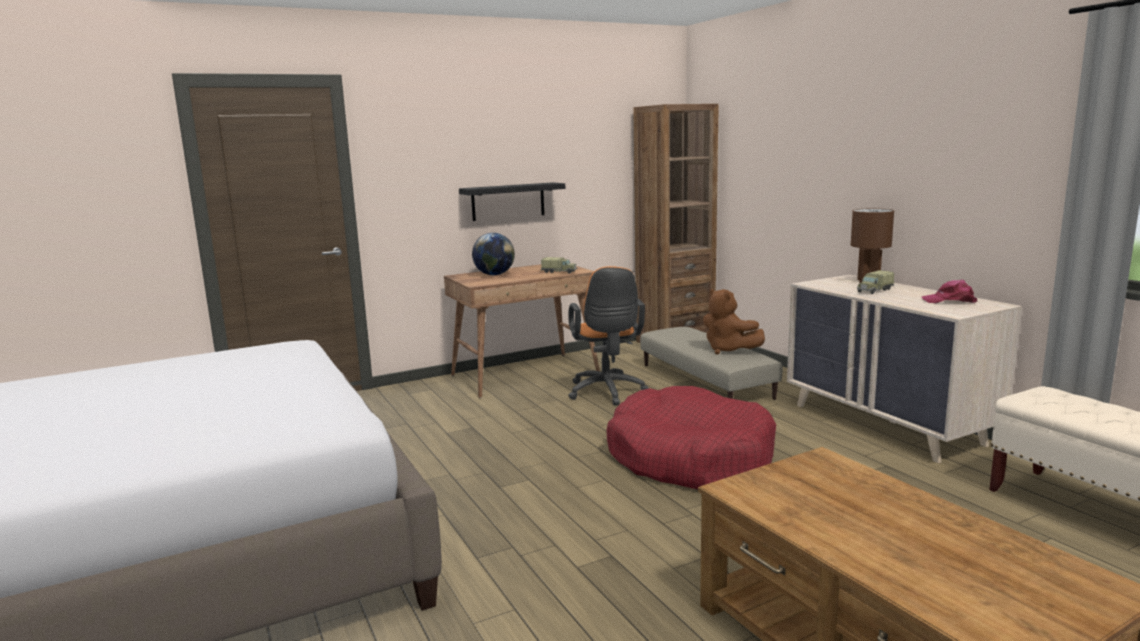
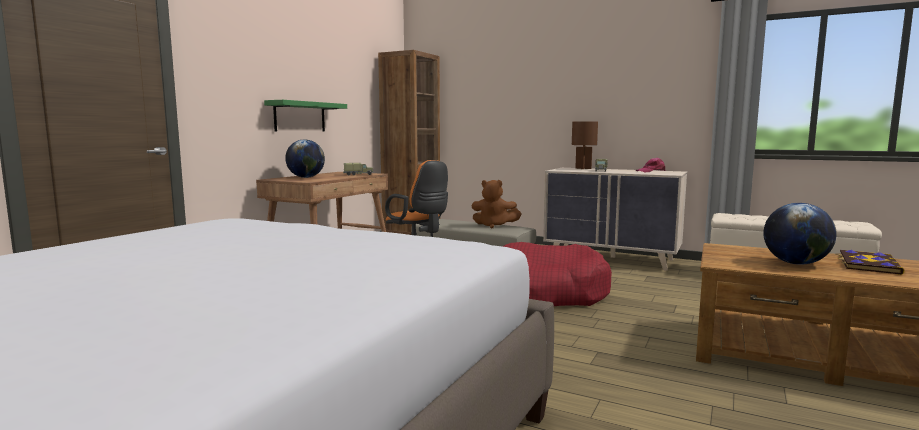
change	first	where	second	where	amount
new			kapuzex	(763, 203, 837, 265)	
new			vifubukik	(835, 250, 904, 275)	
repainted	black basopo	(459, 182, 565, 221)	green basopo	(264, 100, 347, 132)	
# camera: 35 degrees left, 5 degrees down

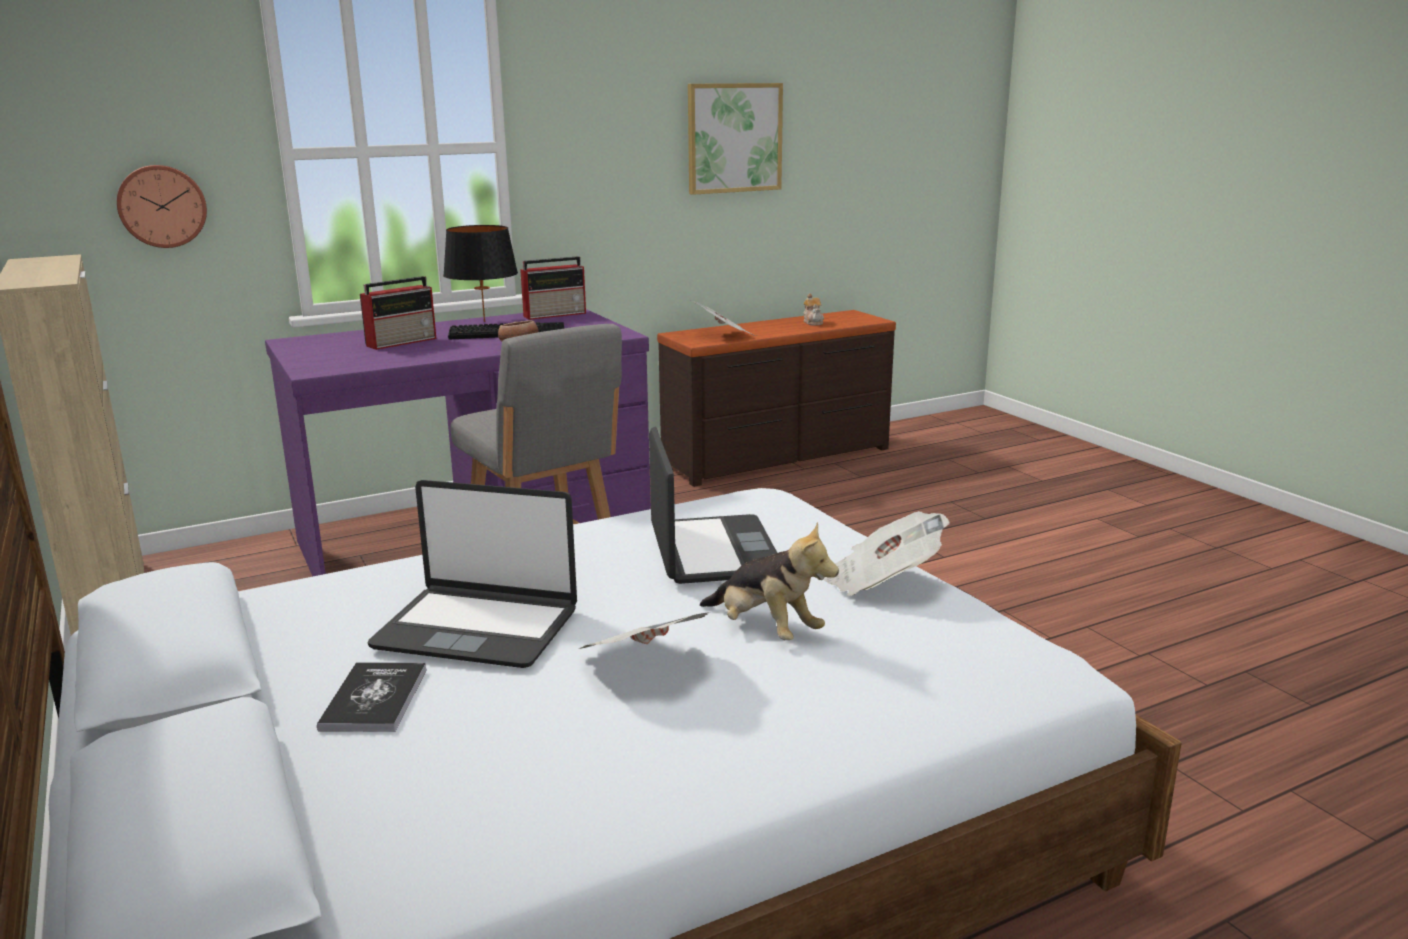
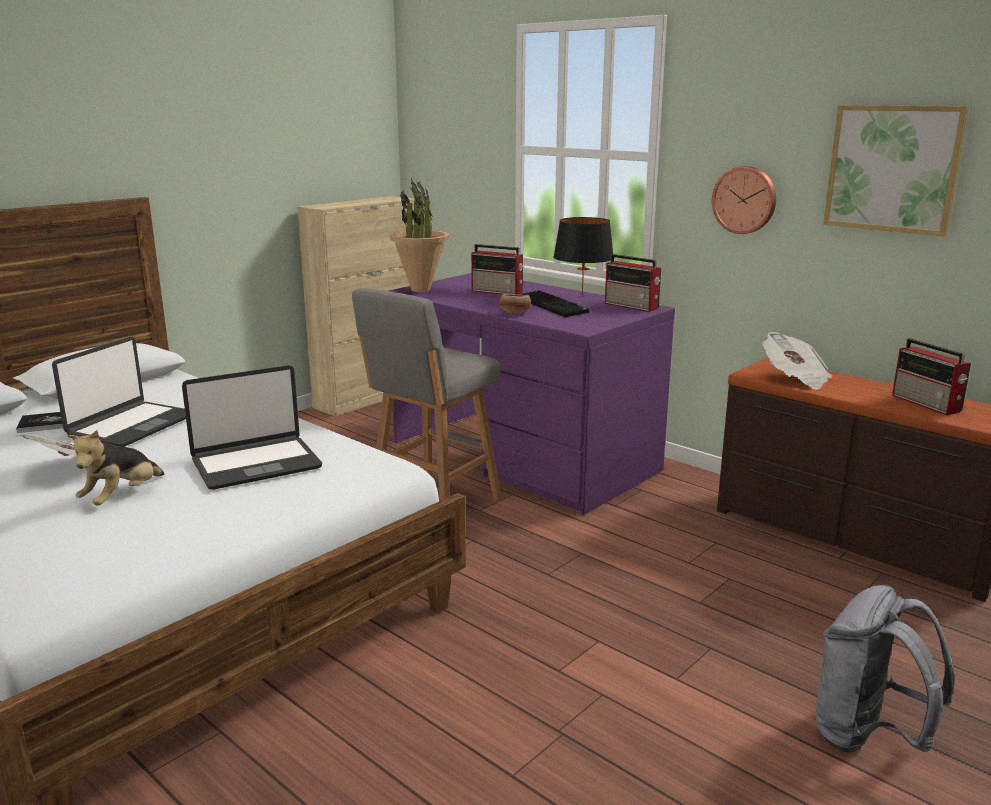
change	first	where	second	where	amount
gone	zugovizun	(824, 511, 950, 596)			
new			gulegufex	(389, 178, 449, 292)	
new			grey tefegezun	(815, 585, 955, 753)	
shifted	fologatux	(117, 165, 207, 248)		(712, 166, 776, 234)	
swapped	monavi	(804, 293, 824, 326)	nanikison	(892, 338, 971, 415)	
rotated	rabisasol	(368, 480, 577, 668)		(52, 337, 186, 447)	150 degrees counterclockwise
# camera: 70 degrees right, 0 degrees up

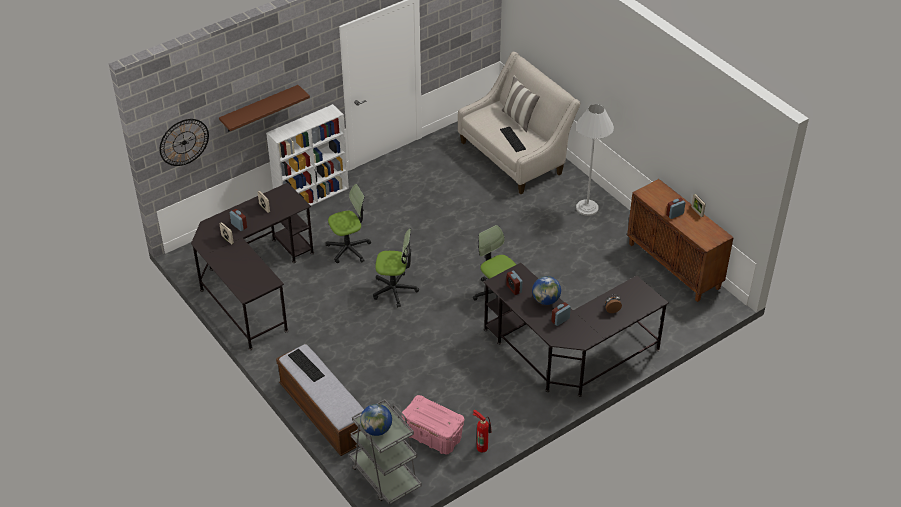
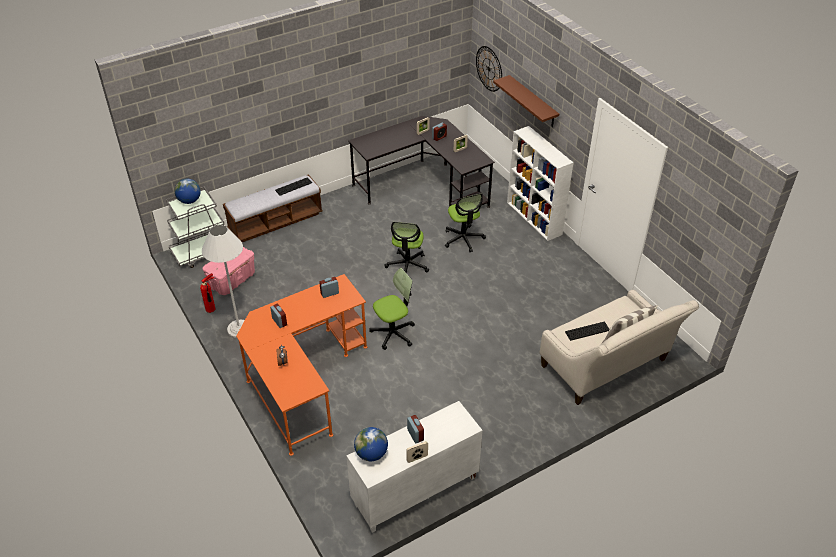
change	first	where	second	where	amount
shifted	kapuzex	(532, 276, 561, 305)		(354, 427, 388, 461)	
shifted	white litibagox	(576, 104, 614, 216)		(202, 225, 245, 338)	
repainted	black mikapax	(484, 263, 669, 397)	orange mikapax	(236, 274, 367, 456)	
repainted	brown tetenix	(627, 179, 734, 302)	white tetenix	(346, 401, 483, 533)	
# camera: 95 degrees right, 0 degrees up

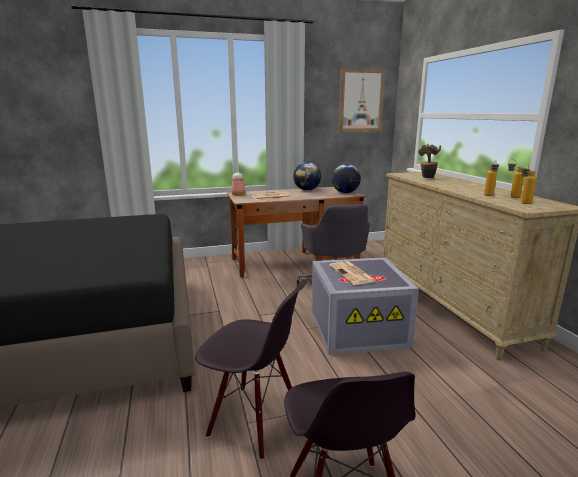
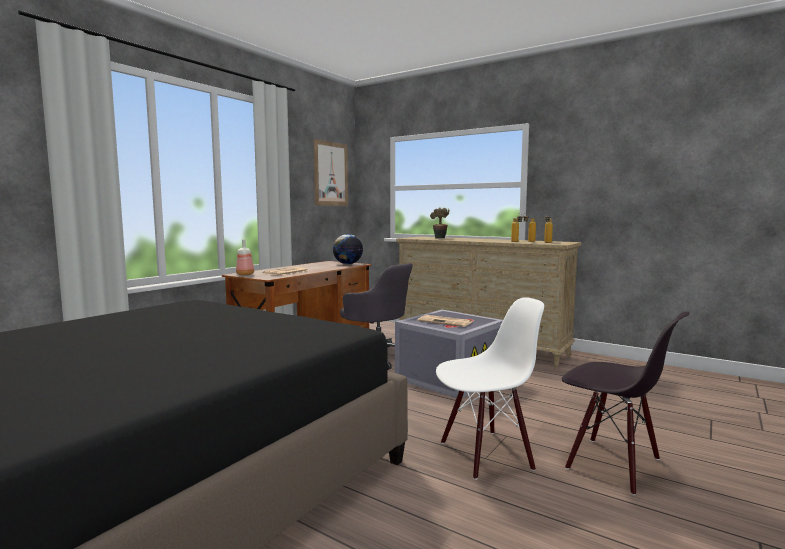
change	first	where	second	where	amount
gone	kapuzex	(293, 162, 321, 191)			
repainted	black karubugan	(195, 279, 307, 460)	white karubugan	(436, 297, 544, 480)	
# camera: 40 degrees left, 10 degrees down

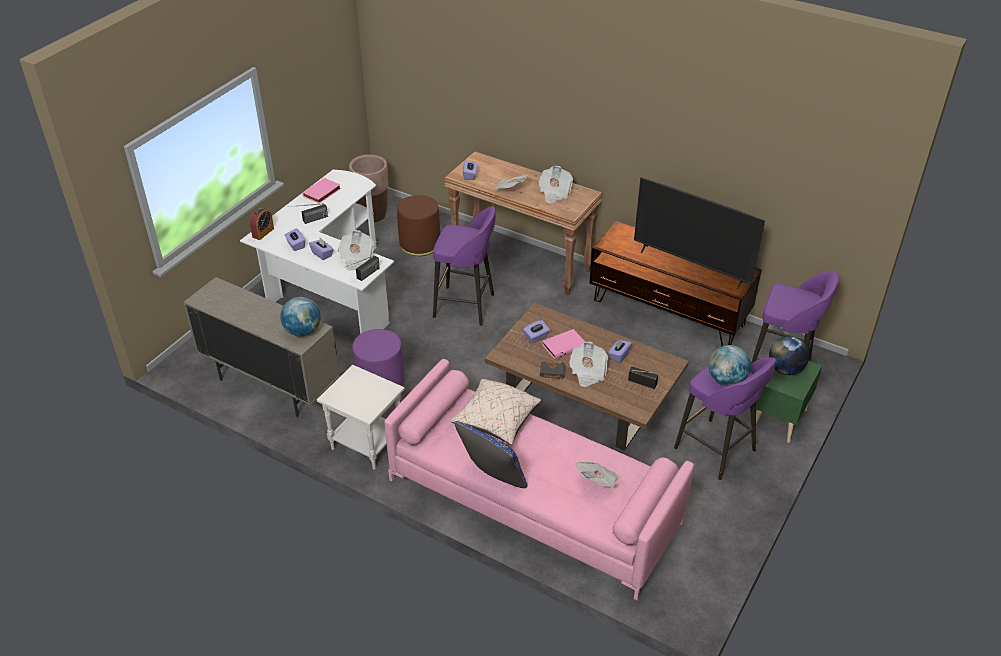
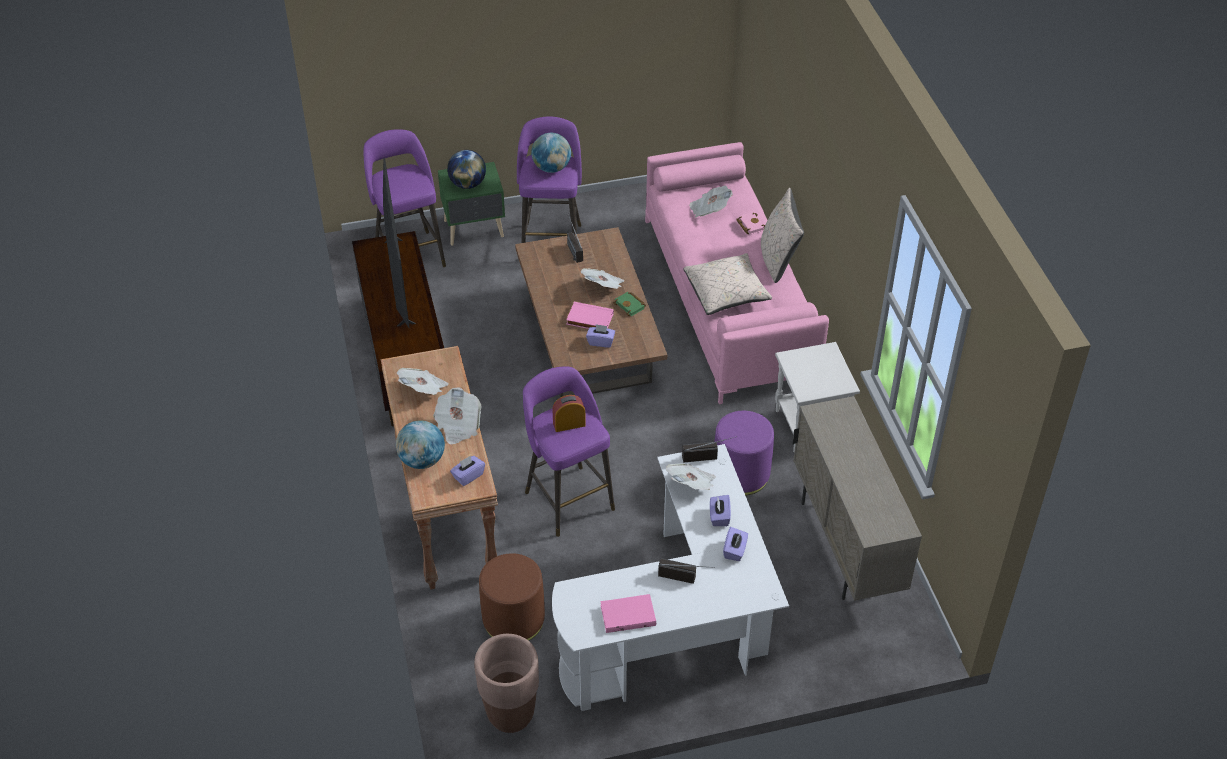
change	first	where	second	where	amount
gone	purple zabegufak	(608, 339, 632, 363)			
new			pink vifubukik	(736, 212, 765, 234)	
shifted	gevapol	(250, 207, 274, 240)		(552, 395, 586, 432)	
shifted	kapuzex	(280, 297, 321, 336)		(396, 420, 445, 469)	
repainted	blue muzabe	(455, 421, 527, 488)	beige muzabe	(761, 188, 804, 283)	
repainted	black vifubukik	(540, 362, 565, 379)	green vifubukik	(613, 292, 646, 316)	
# camera: 135 degrees left, 5 degrees up

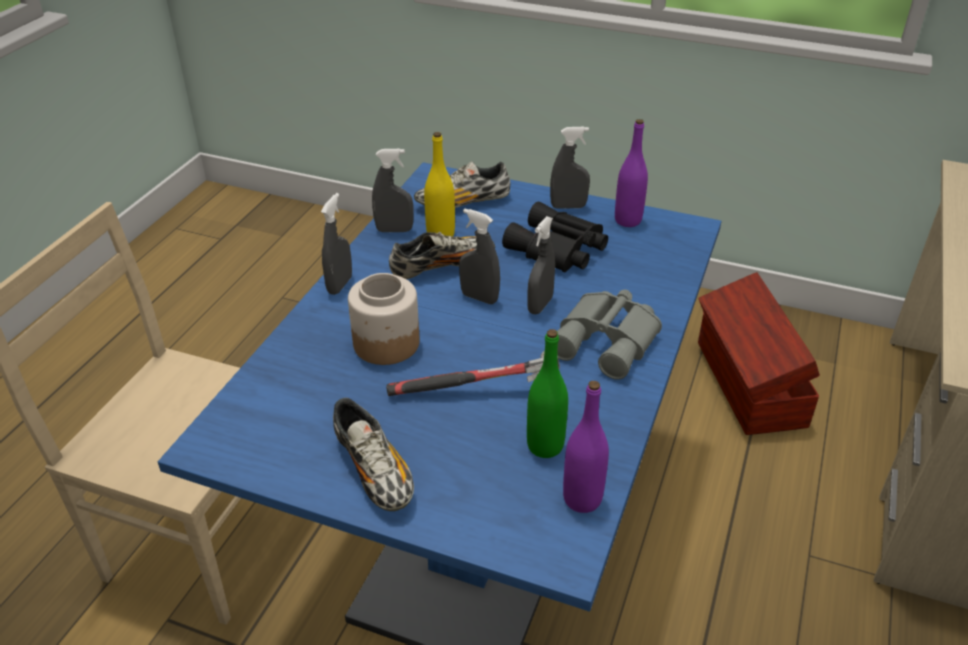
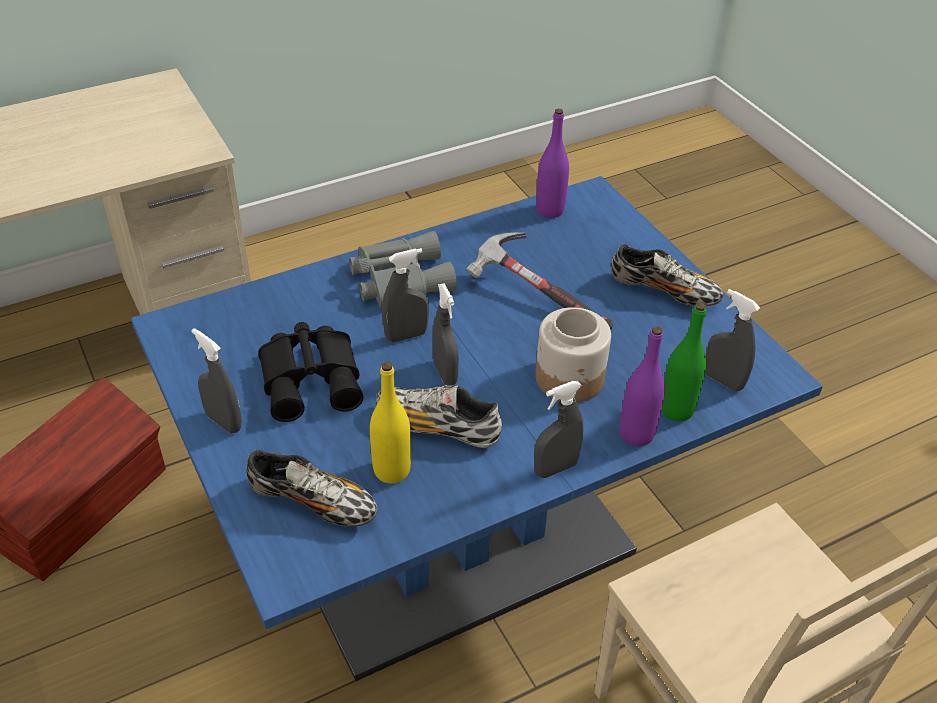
change	first	where	second	where	amount
shifted	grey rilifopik	(372, 149, 414, 232)		(705, 289, 760, 391)	
shifted	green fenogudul	(527, 329, 568, 458)		(661, 302, 706, 421)	
shifted	purple fenogudul	(615, 119, 648, 227)		(620, 326, 665, 446)	
rotated	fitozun	(333, 398, 414, 511)		(611, 244, 724, 306)	105 degrees clockwise
# camera: 140 degrees left, 5 degrees up

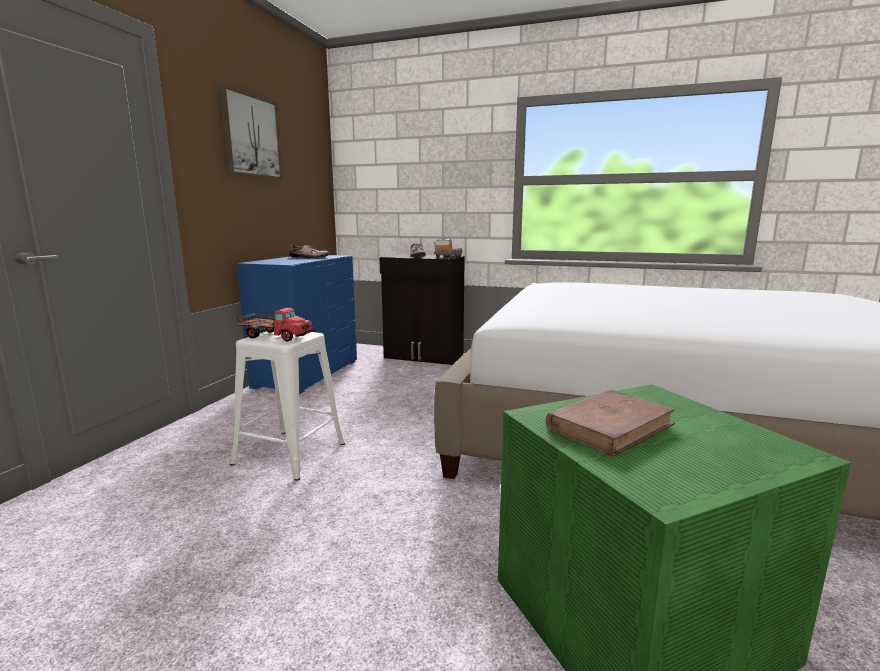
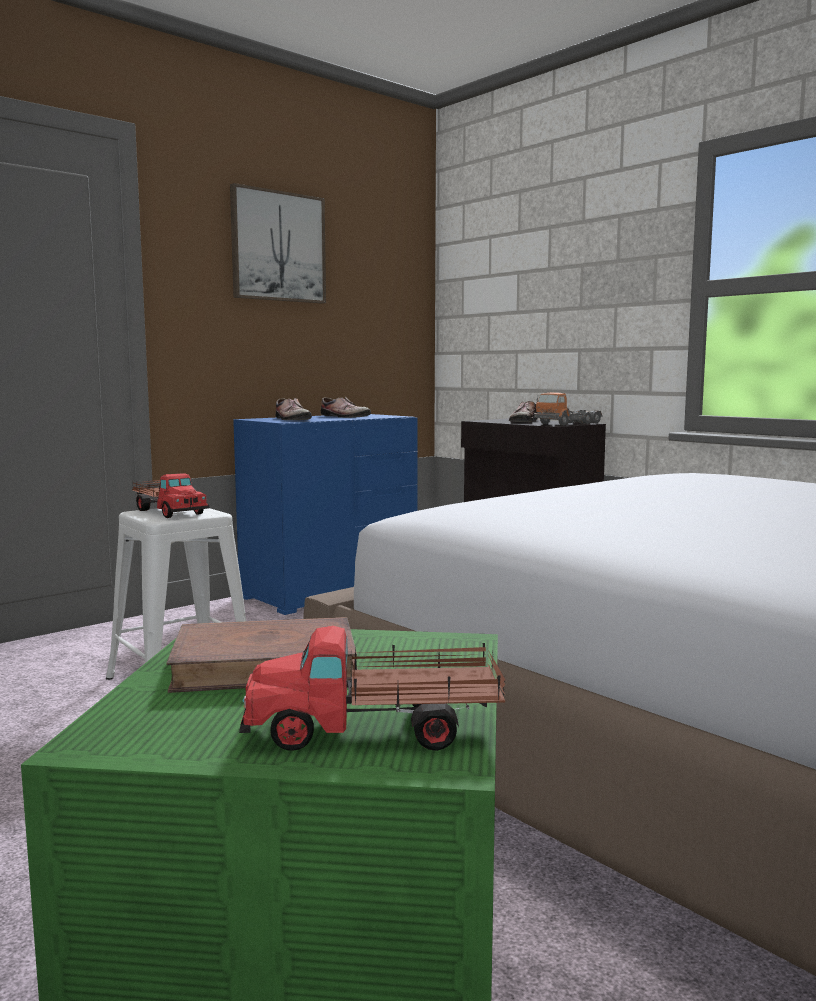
change	first	where	second	where	amount
new			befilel	(239, 626, 506, 751)	
new			fitozun	(275, 398, 312, 420)	
# camera: 30 degrees right, 5 degrees down

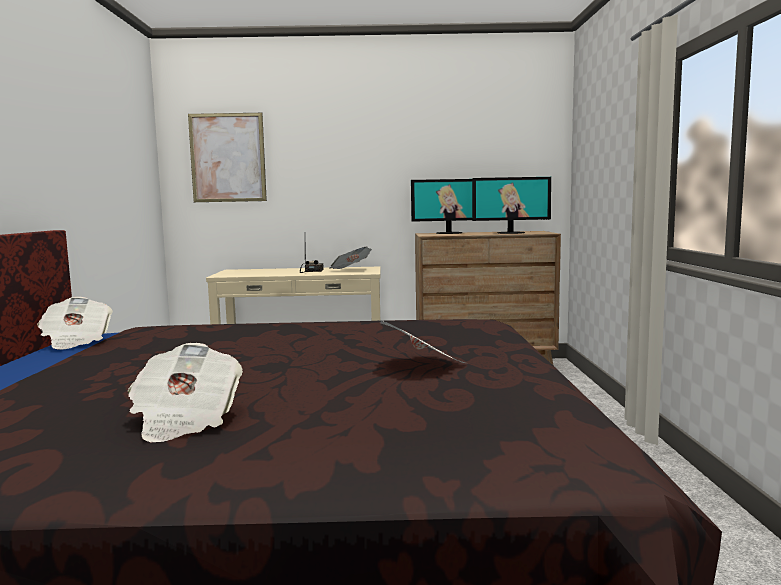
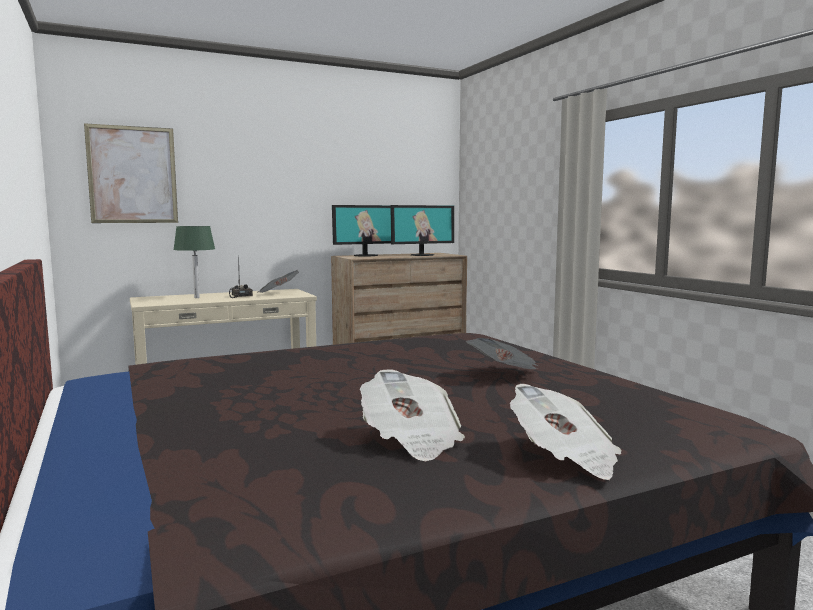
change	first	where	second	where	amount
new			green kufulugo	(173, 226, 215, 298)	
shifted	zugovizun	(37, 297, 113, 350)		(510, 384, 622, 480)	
# camera: 25 degrees left, 0 degrees up

